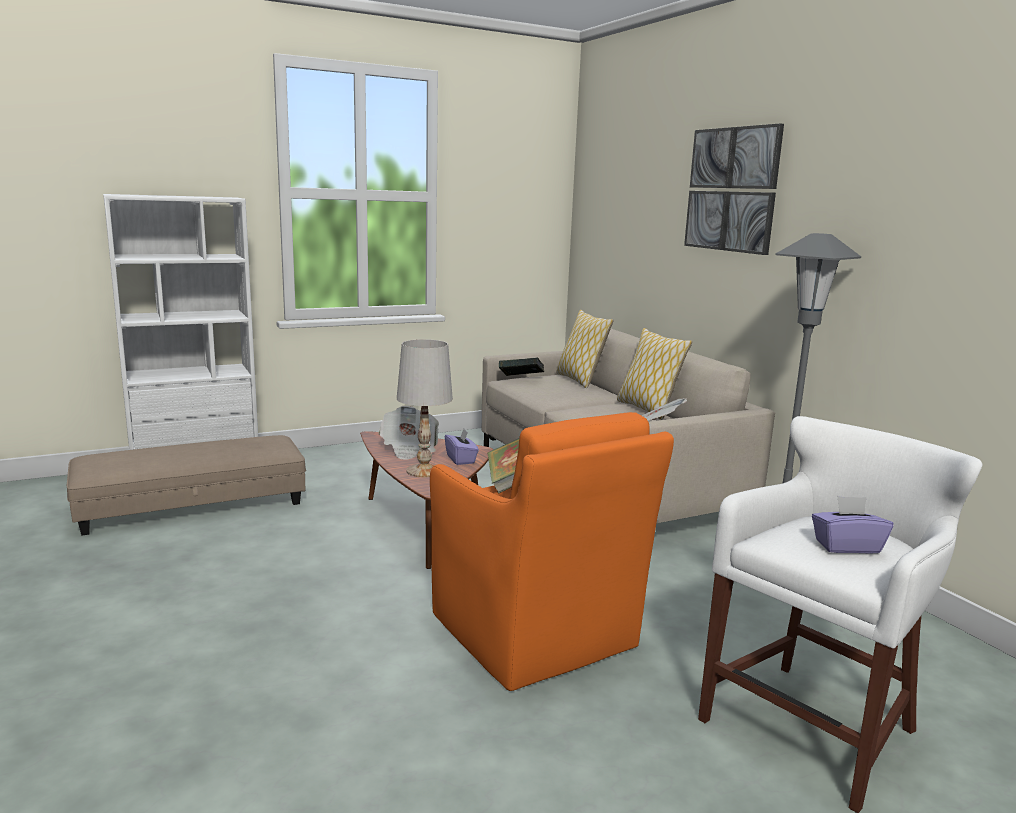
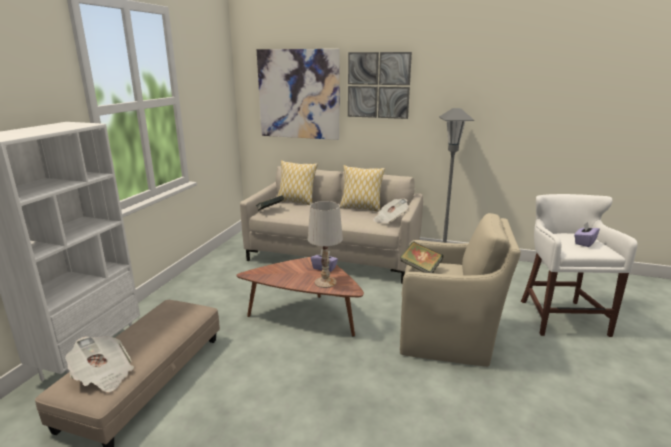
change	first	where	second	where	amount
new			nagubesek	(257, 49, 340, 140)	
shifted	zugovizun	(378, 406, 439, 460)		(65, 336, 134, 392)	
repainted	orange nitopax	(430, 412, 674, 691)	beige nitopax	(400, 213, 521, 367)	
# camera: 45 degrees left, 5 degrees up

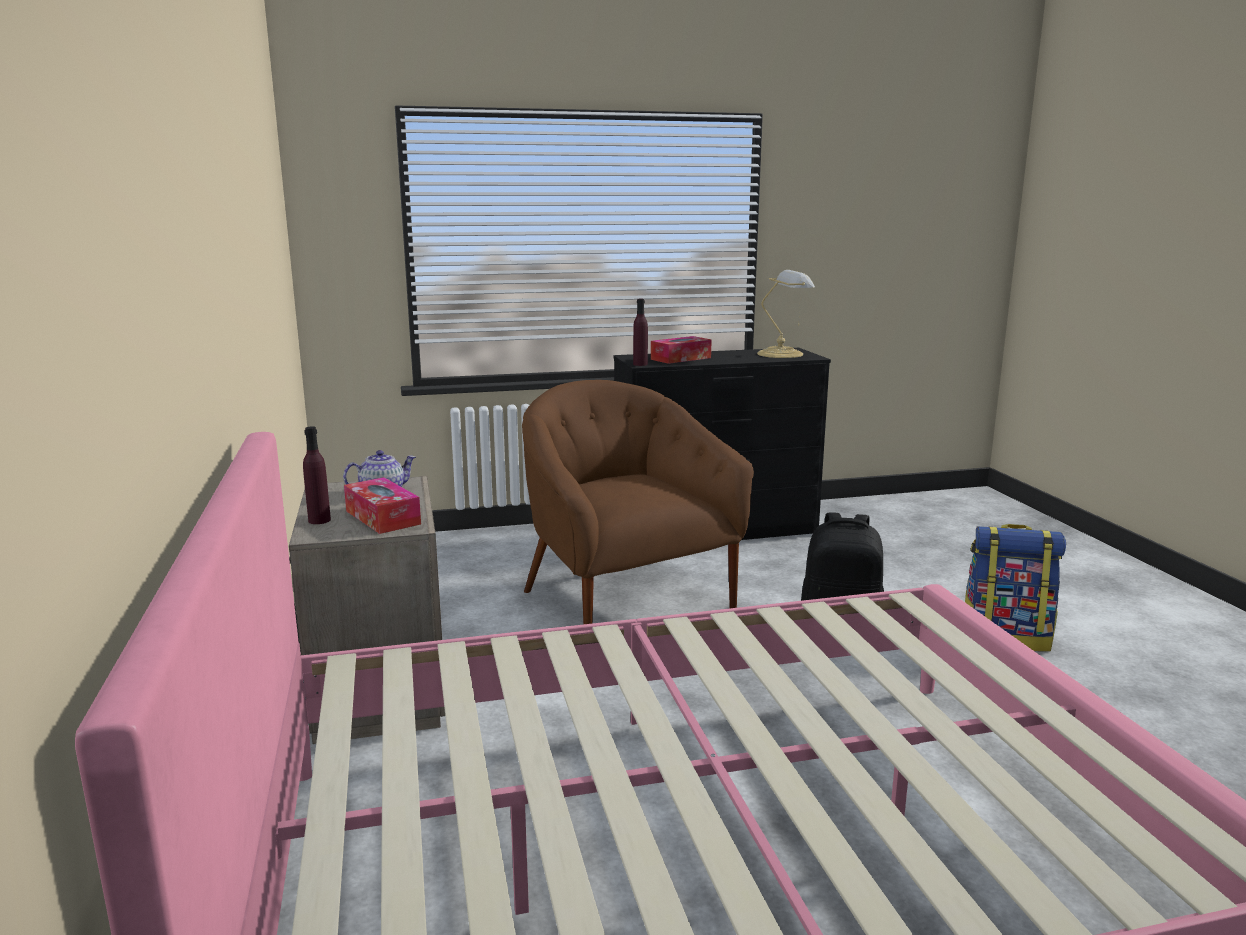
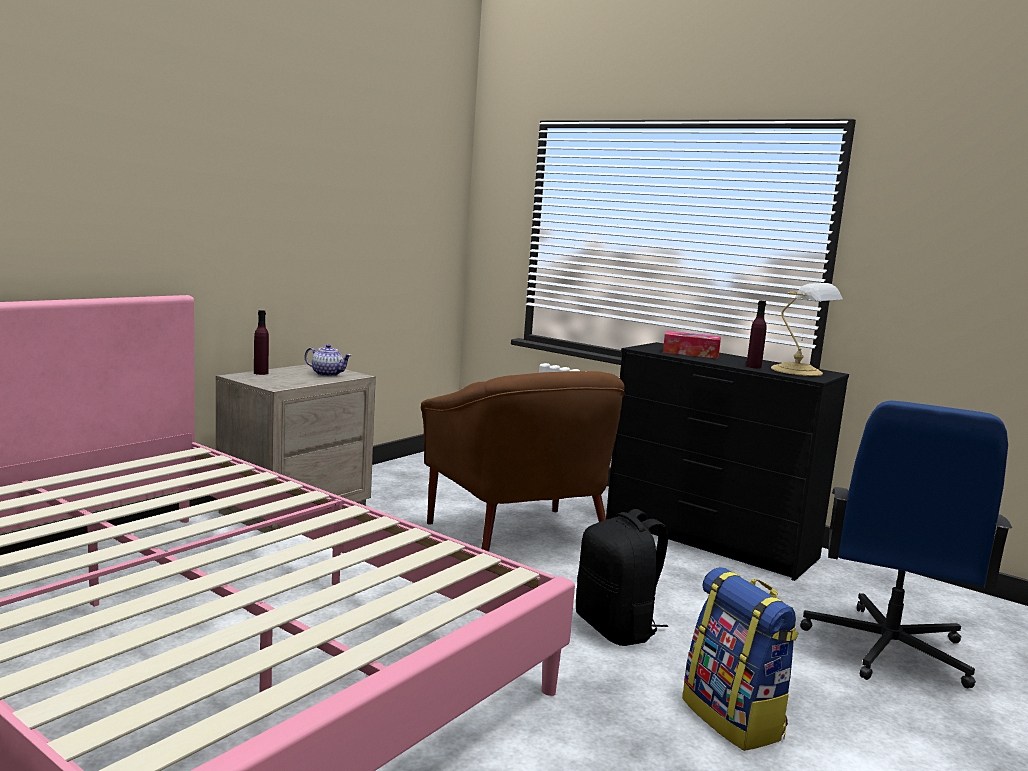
change	first	where	second	where	amount
gone	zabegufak	(344, 477, 421, 534)			
new			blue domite	(800, 401, 1012, 688)	
shifted	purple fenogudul	(633, 299, 648, 366)		(746, 301, 767, 368)	
rotated	brown nitopax	(522, 380, 754, 625)		(421, 371, 625, 552)	135 degrees clockwise
# camera: 50 degrees right, 5 degrees down

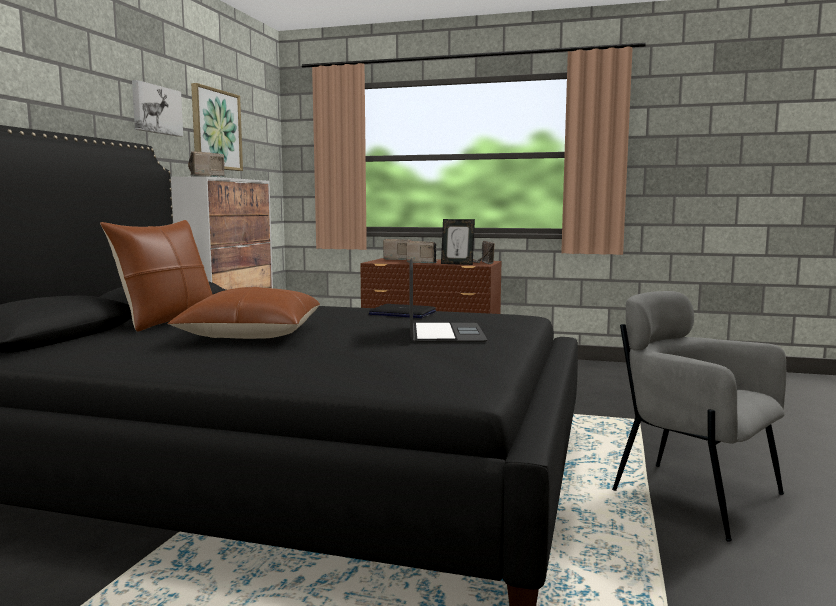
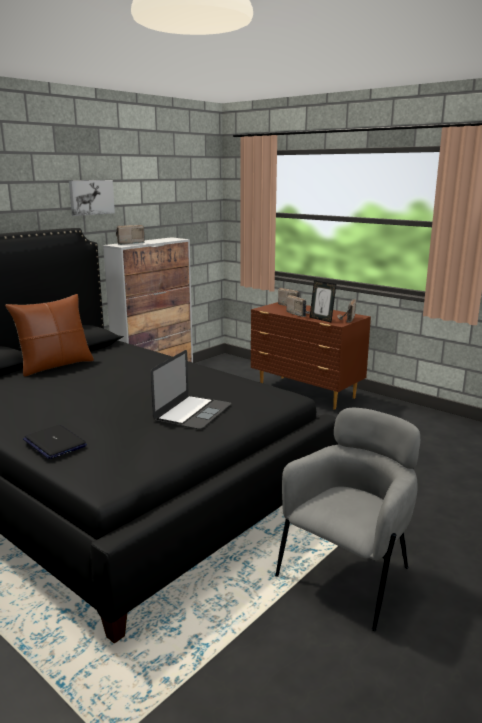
change	first	where	second	where	amount
gone	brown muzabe	(167, 287, 320, 339)			
gone	nagubesek	(191, 83, 243, 171)			
shifted	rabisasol	(369, 304, 436, 318)		(23, 425, 87, 459)	
rotated	grey nitopax	(612, 291, 786, 542)		(275, 408, 420, 631)	60 degrees clockwise
# camera: 25 degrees right, 10 degrees up

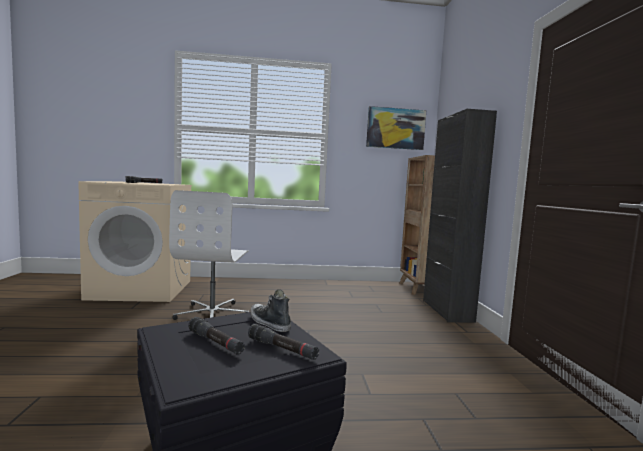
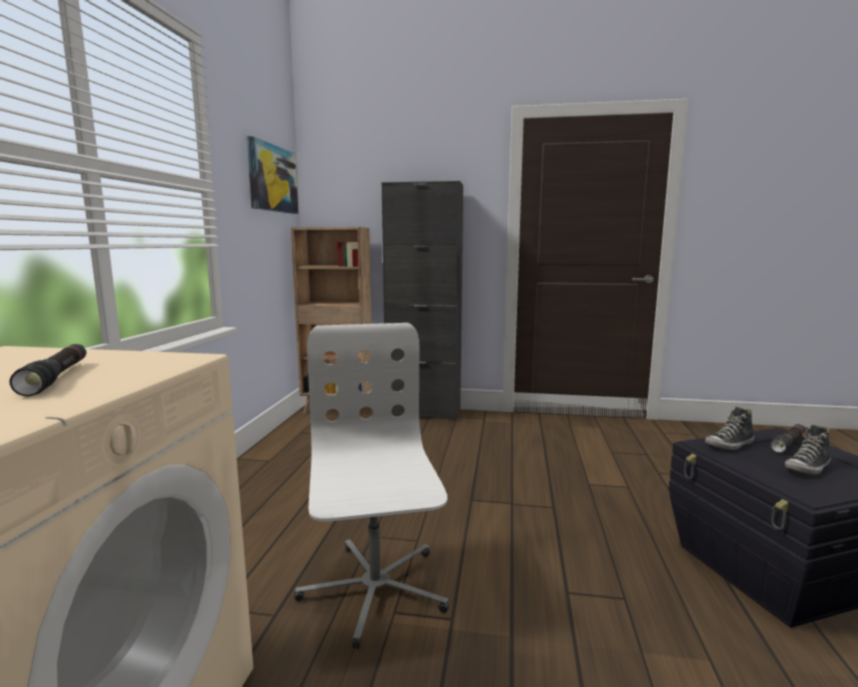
change	first	where	second	where	amount
swapped	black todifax	(188, 317, 245, 354)	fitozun	(785, 425, 831, 475)	
rotated	white domite	(169, 190, 249, 320)		(294, 323, 449, 649)	120 degrees counterclockwise
# camera: 75 degrees left, 5 degrees up

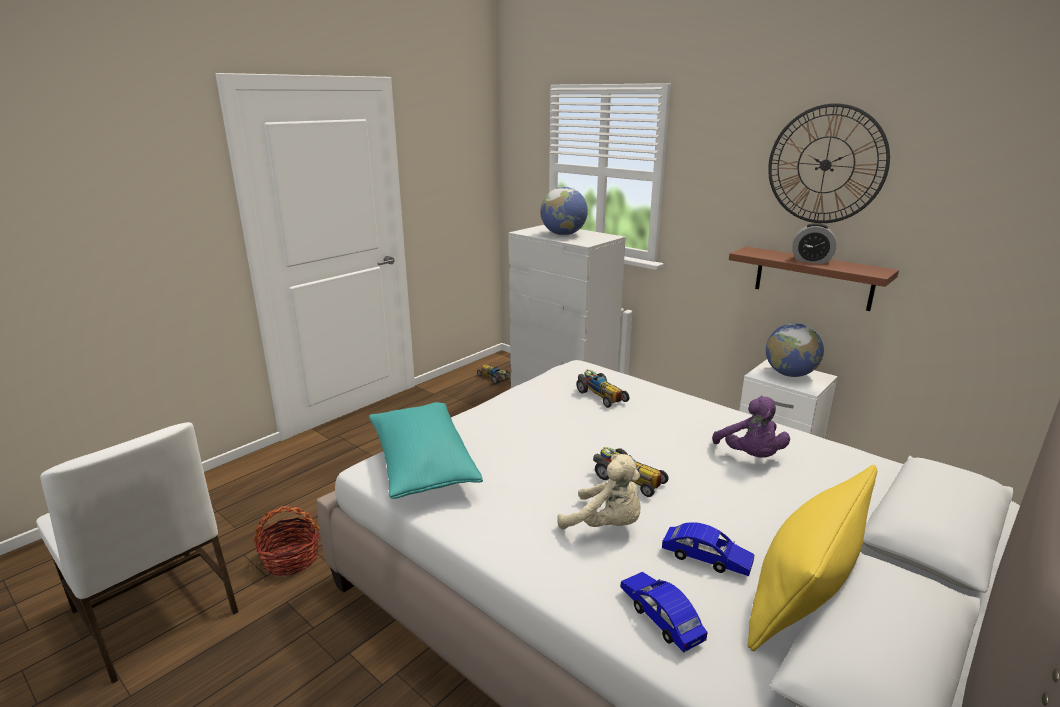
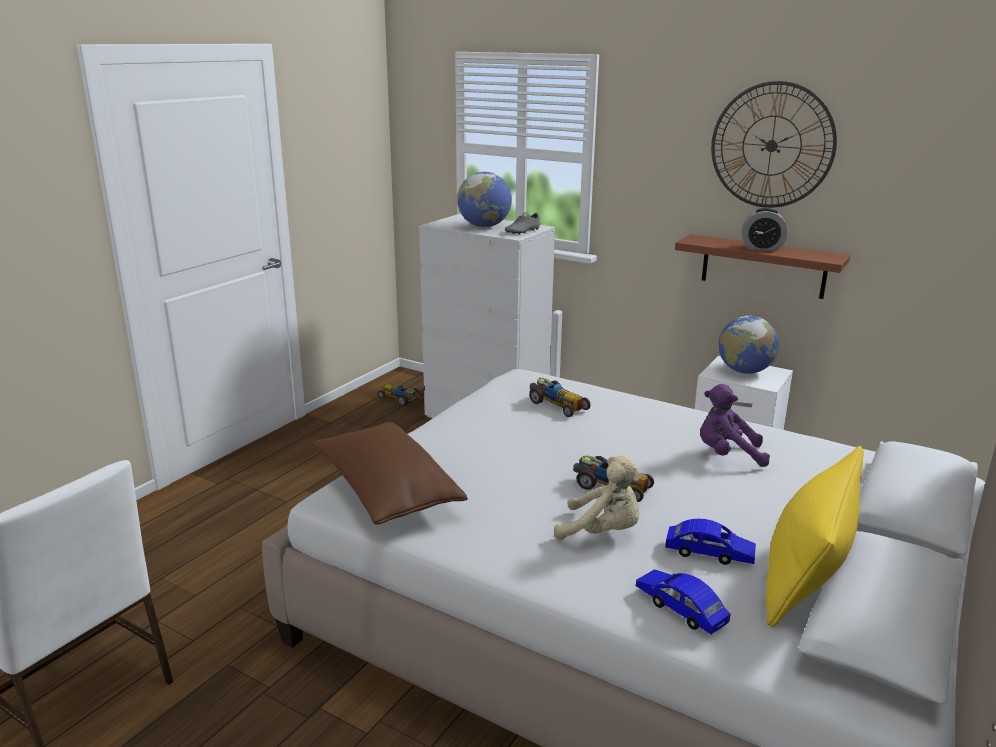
change	first	where	second	where	amount
gone	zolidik	(253, 505, 320, 576)			
new			grey fitozun	(505, 212, 540, 235)	
repainted	turquoise muzabe	(369, 402, 483, 499)	brown muzabe	(313, 422, 468, 524)	
rotated	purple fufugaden	(712, 397, 790, 458)		(700, 384, 770, 467)	120 degrees clockwise
# camera: 10 degrees left, 0 degrees up

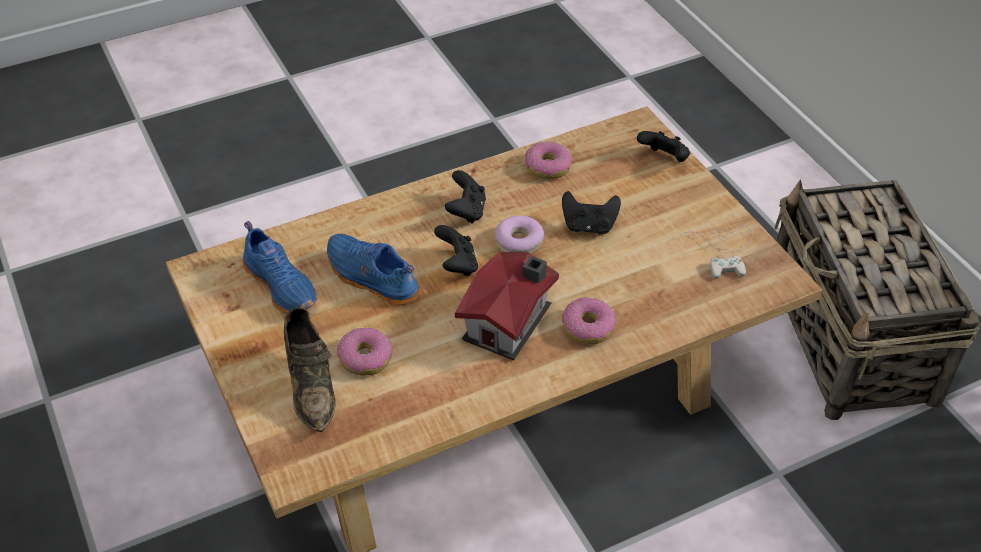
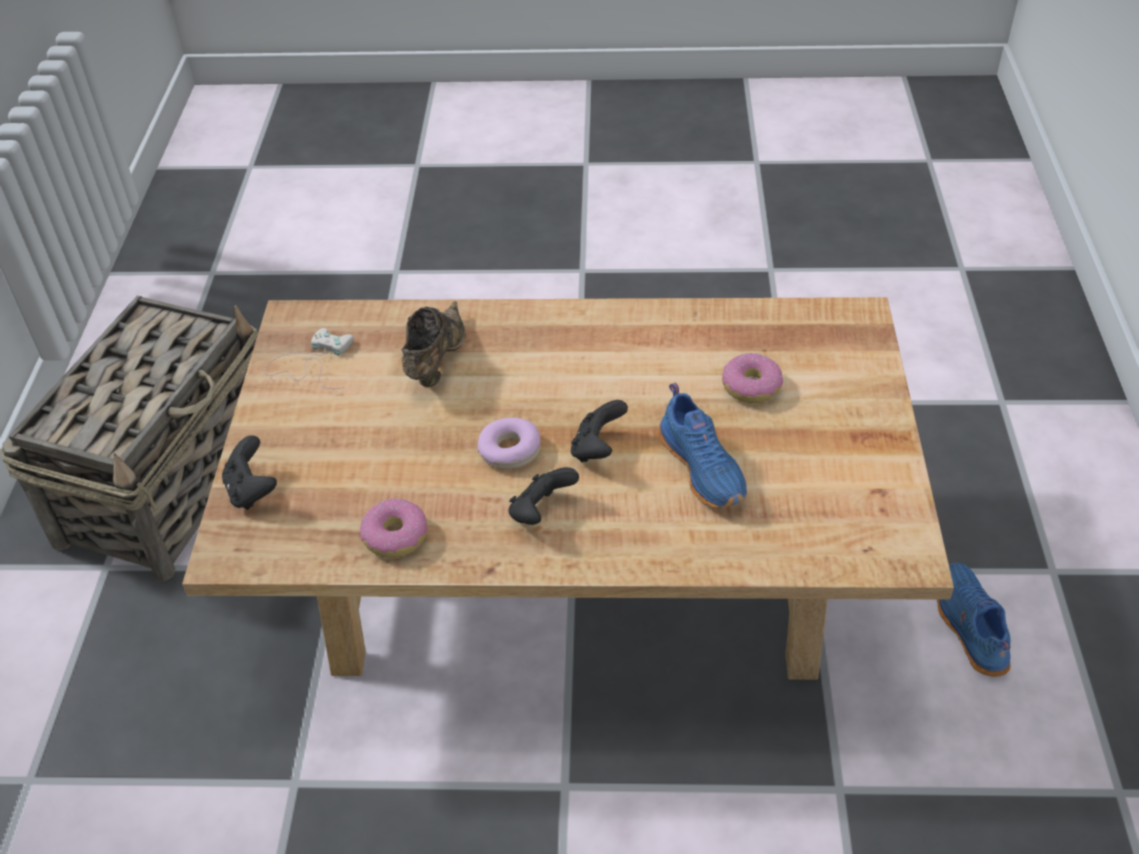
change	first	where	second	where	amount
gone	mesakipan	(455, 252, 559, 360)			
gone	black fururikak	(562, 191, 621, 234)			
gone	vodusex	(562, 298, 616, 344)			
shifted	blue fitozun	(242, 221, 317, 313)		(937, 563, 1011, 677)	
shifted	brown fitozun	(284, 307, 336, 432)		(401, 301, 466, 387)	
# camera: 150 degrees left, 0 degrees up

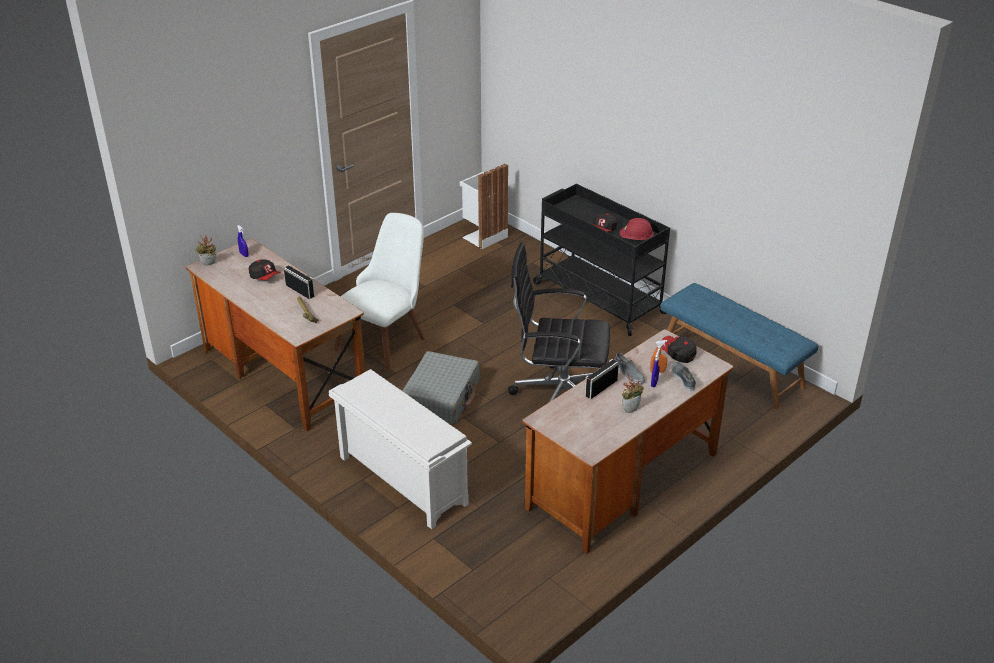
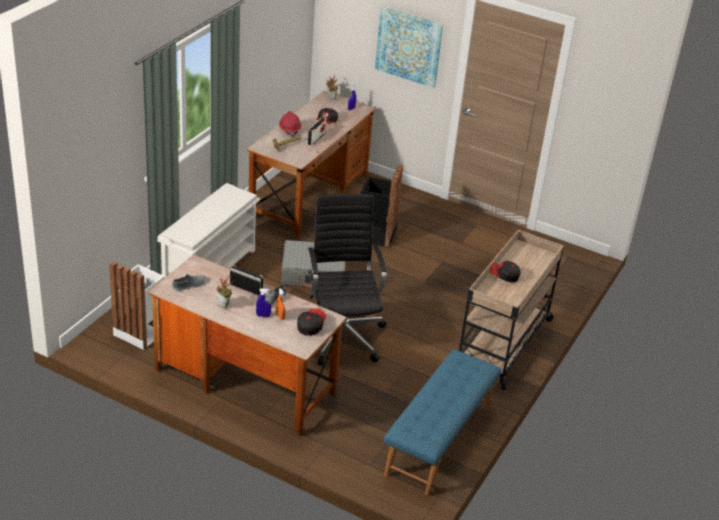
change	first	where	second	where	amount
new			nagubesek	(375, 6, 443, 88)	
shifted	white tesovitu	(460, 164, 508, 249)		(109, 262, 165, 350)	
shifted	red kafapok	(620, 218, 654, 240)		(279, 111, 301, 137)	
shifted	grey fitozun	(671, 362, 696, 391)		(172, 274, 206, 292)	
swapped	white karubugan	(334, 213, 425, 373)	black tesovitu	(361, 164, 403, 248)	
repainted	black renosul	(533, 184, 670, 336)	beige renosul	(459, 229, 564, 390)	
# camera: 70 degrees right, 0 degrees up

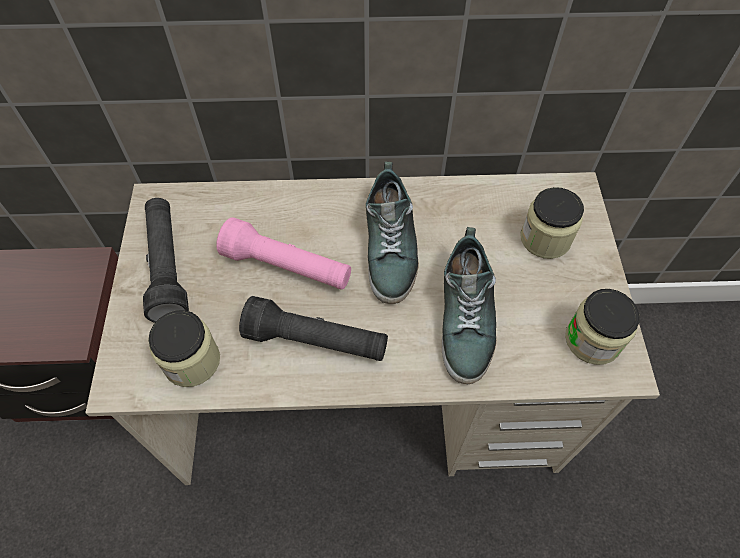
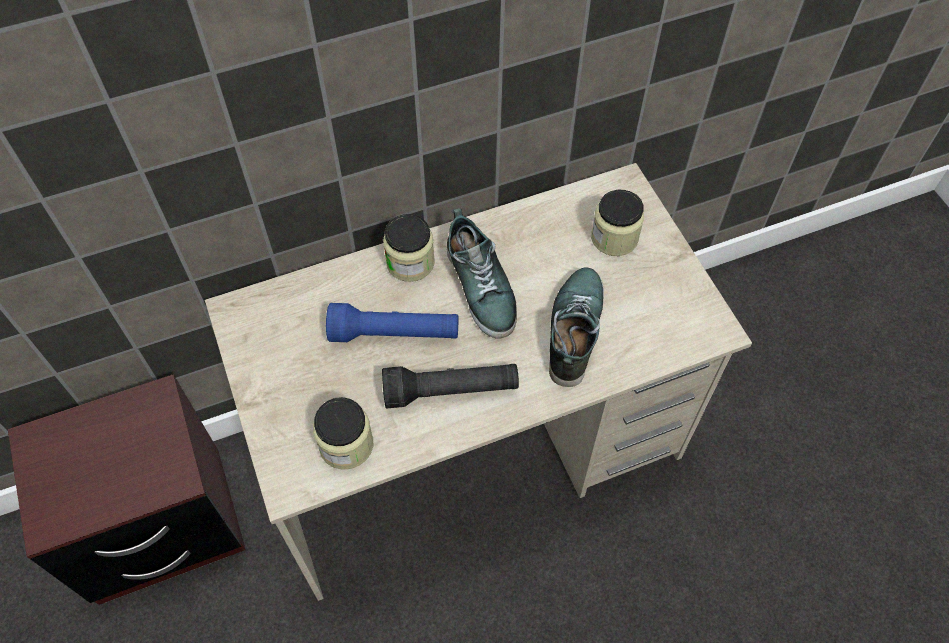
change	first	where	second	where	amount
gone	black todifax	(143, 198, 189, 323)			
shifted	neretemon	(565, 289, 640, 365)		(383, 214, 435, 282)	
repainted	pink todifax	(216, 217, 351, 290)	blue todifax	(326, 303, 458, 342)	
rotated	fitozun	(442, 227, 496, 384)		(549, 267, 604, 387)	150 degrees counterclockwise
# camera: 20 degrees left, 0 degrees up

